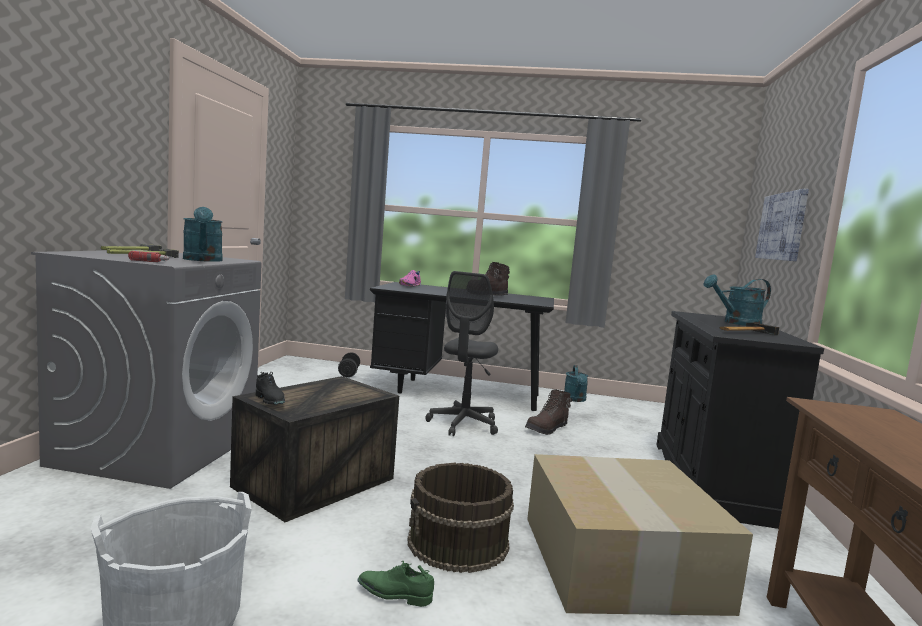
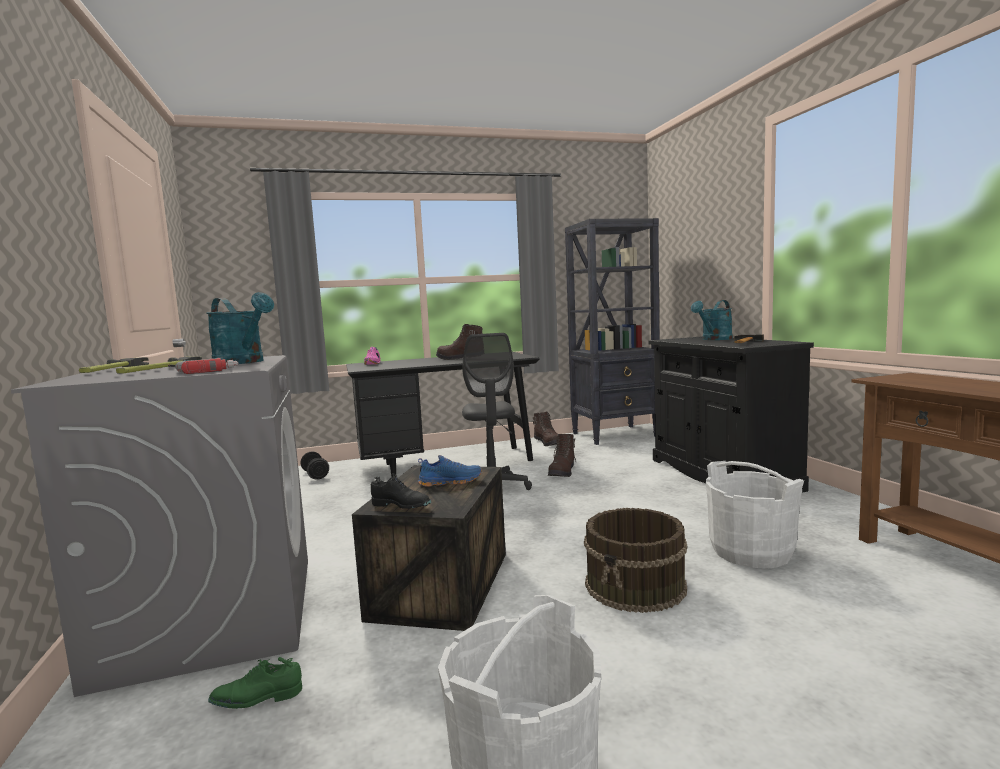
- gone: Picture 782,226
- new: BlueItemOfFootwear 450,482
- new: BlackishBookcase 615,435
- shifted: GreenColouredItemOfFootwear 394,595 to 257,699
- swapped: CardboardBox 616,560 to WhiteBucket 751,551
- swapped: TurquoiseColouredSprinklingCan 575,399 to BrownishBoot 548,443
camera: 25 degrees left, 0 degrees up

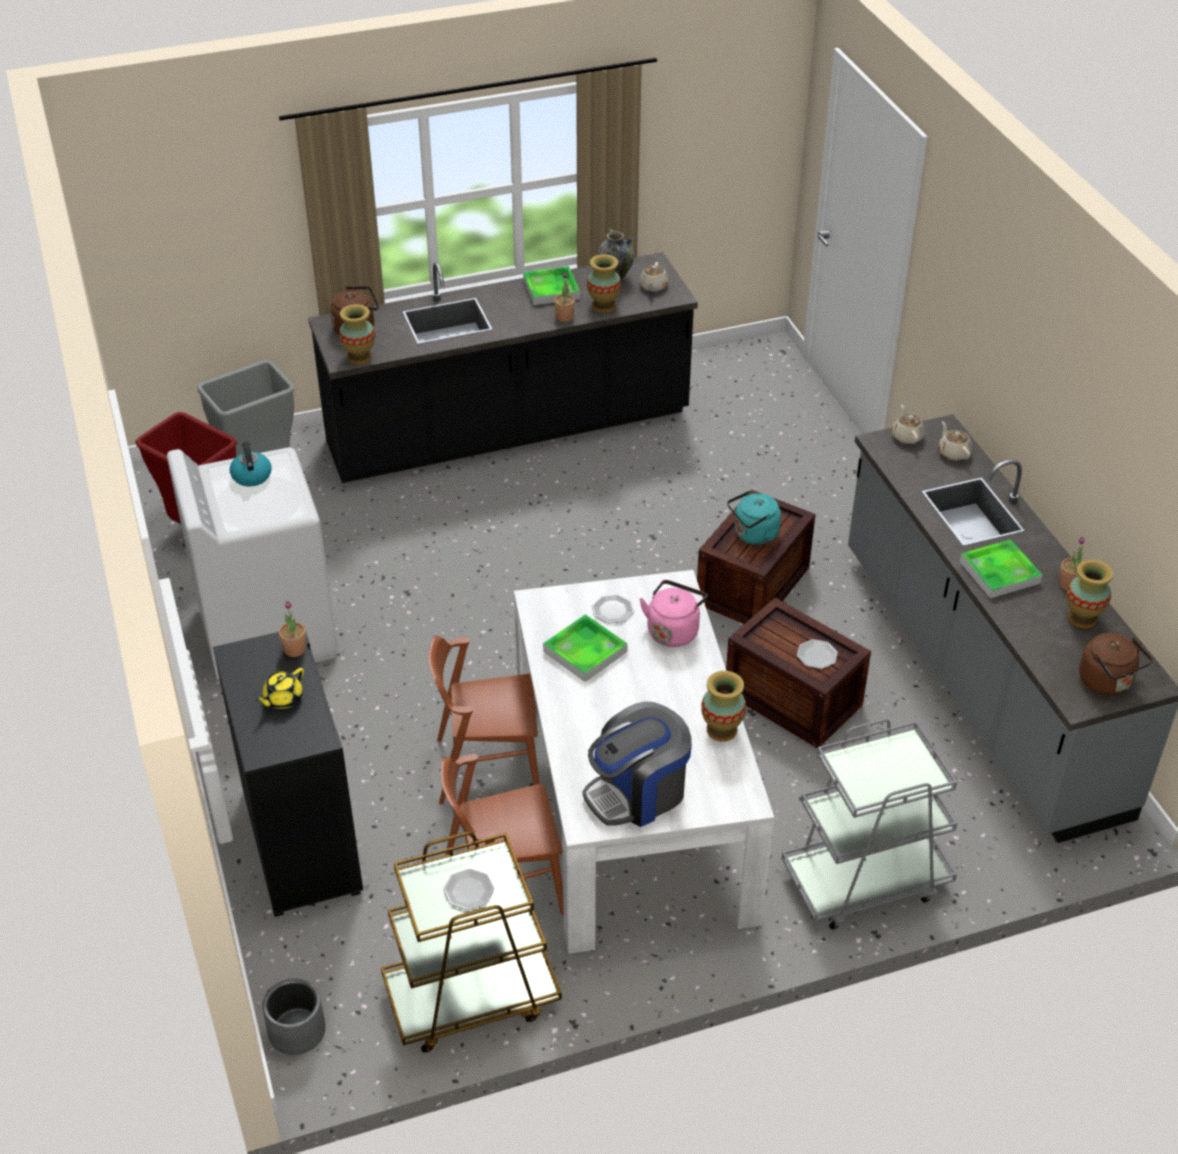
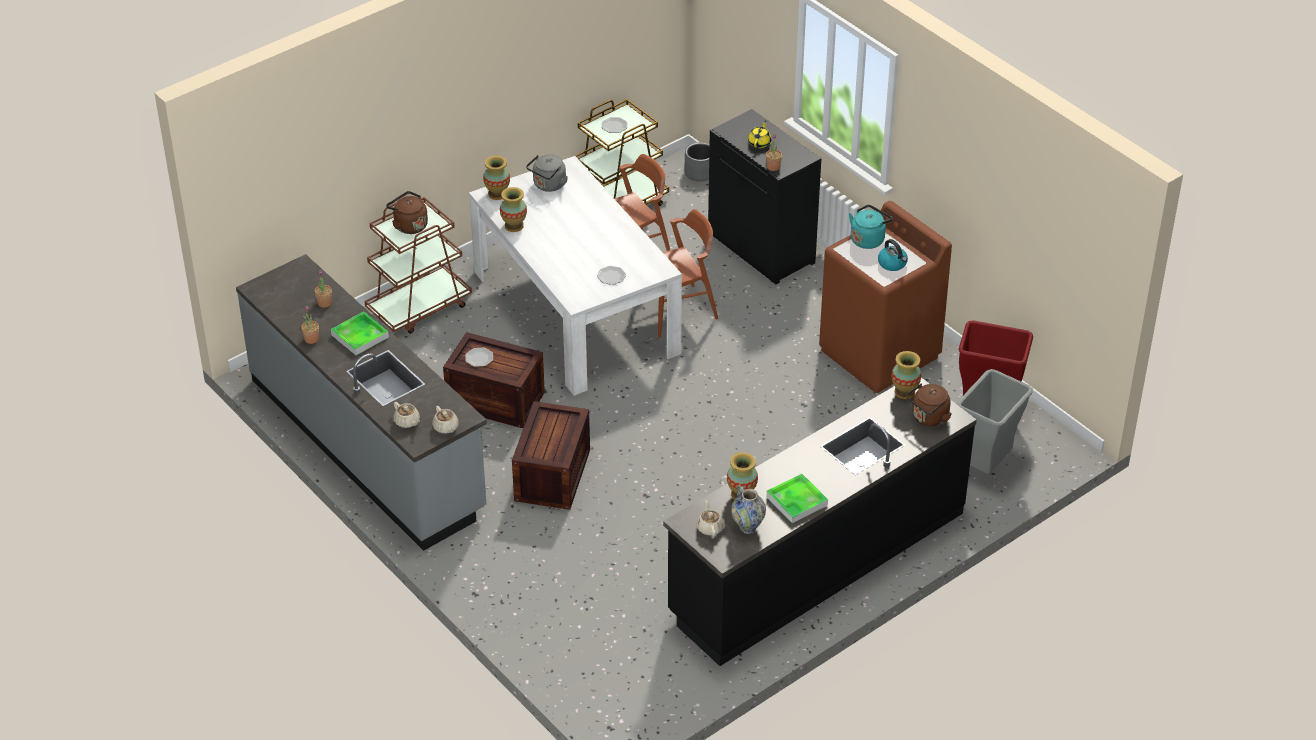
- gone: ServingTray 585,651
- gone: PinkishKettle 673,630
- shifted: PottedPlant 564,317 to 324,303
- shifted: TurquoiseColouredKettle 753,535 to 868,239
- shifted: FlowerVase 1082,618 to 497,194
- shifted: BrownishKettle 1108,683 to 409,225
- swapped: CoffeeBrewer 637,793 to GreyishKettle 548,185
- repainted: WhiteLaundryAppliance 266,632 to BrownishLaundryAppliance 879,354
- repainted: GreyishWheeledCart 865,880 to BrownishWheeledCart 419,307
camera: 160 degrees right, 0 degrees up

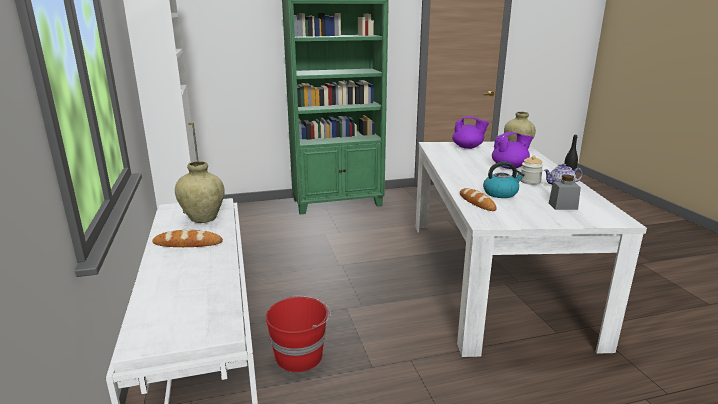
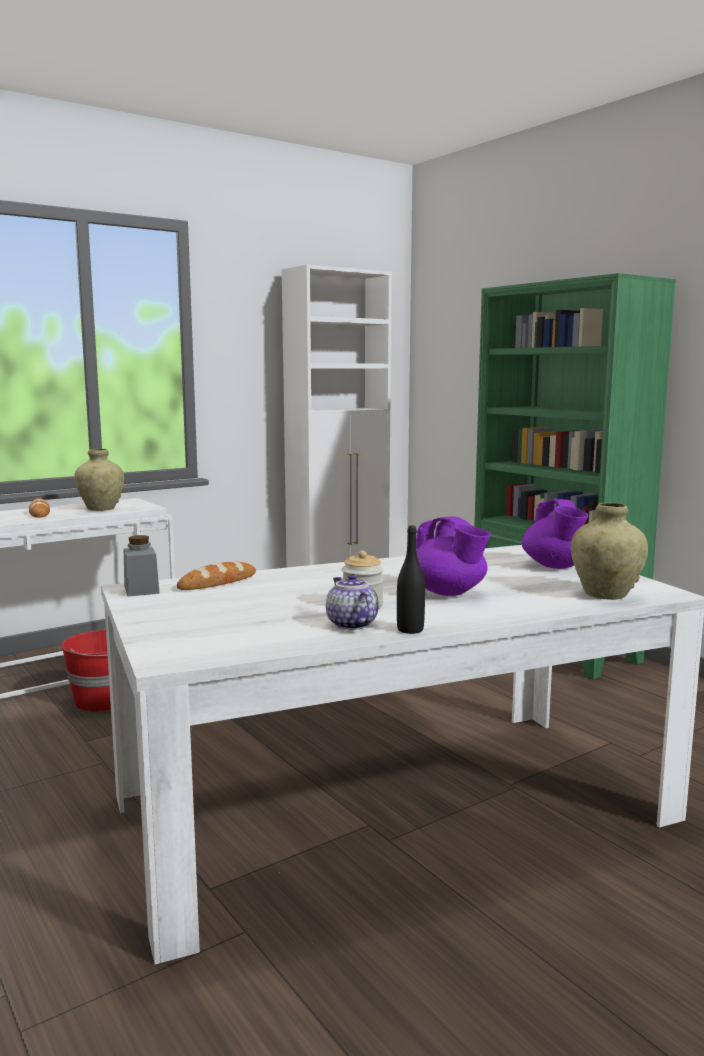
- gone: Kettle 501,193
- shifted: GreyishJar 563,206 to 141,590
camera: 70 degrees right, 10 degrees down

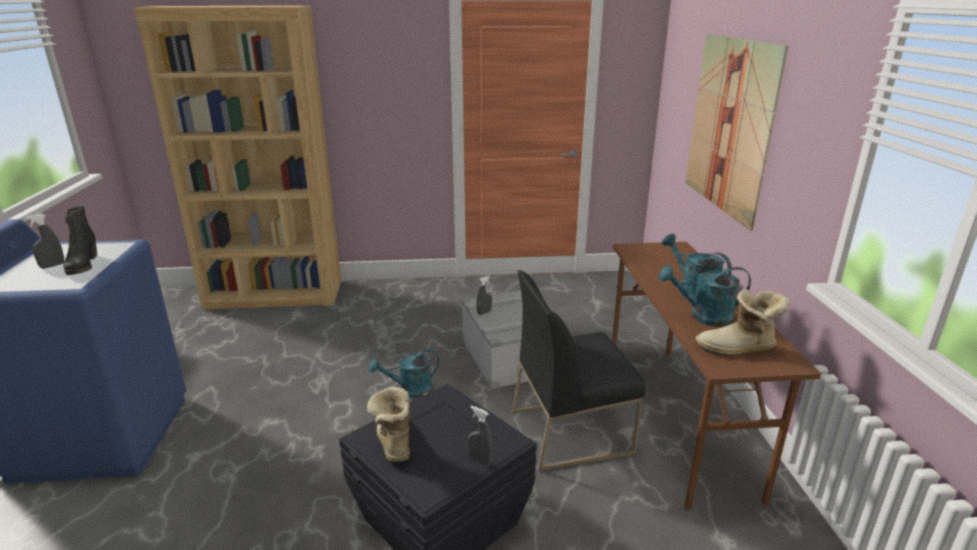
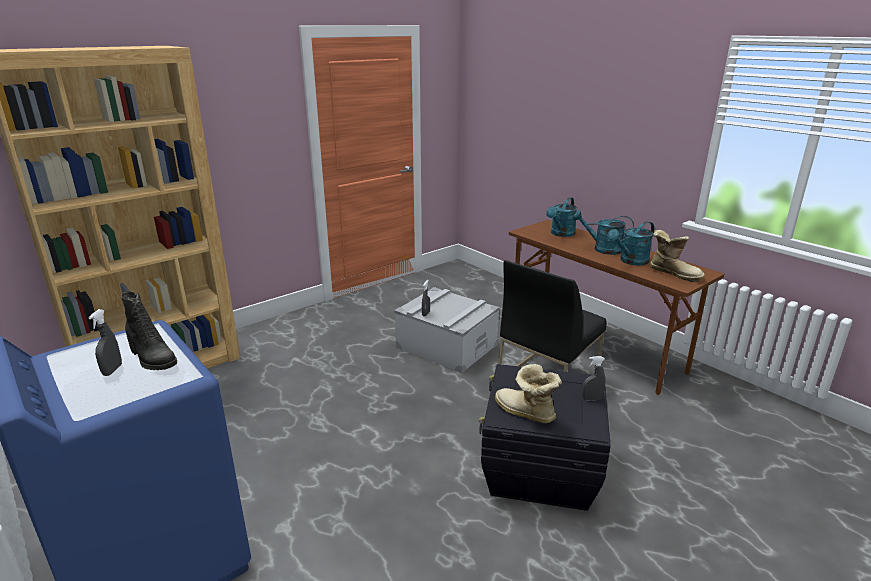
- gone: Picture 728,126
- shifted: TurquoiseColouredSprinklingCan 410,390 to 561,234
- rotated: Boot 738,349 = 674,273 105 degrees counterclockwise
camera: 35 degrees left, 0 degrees up

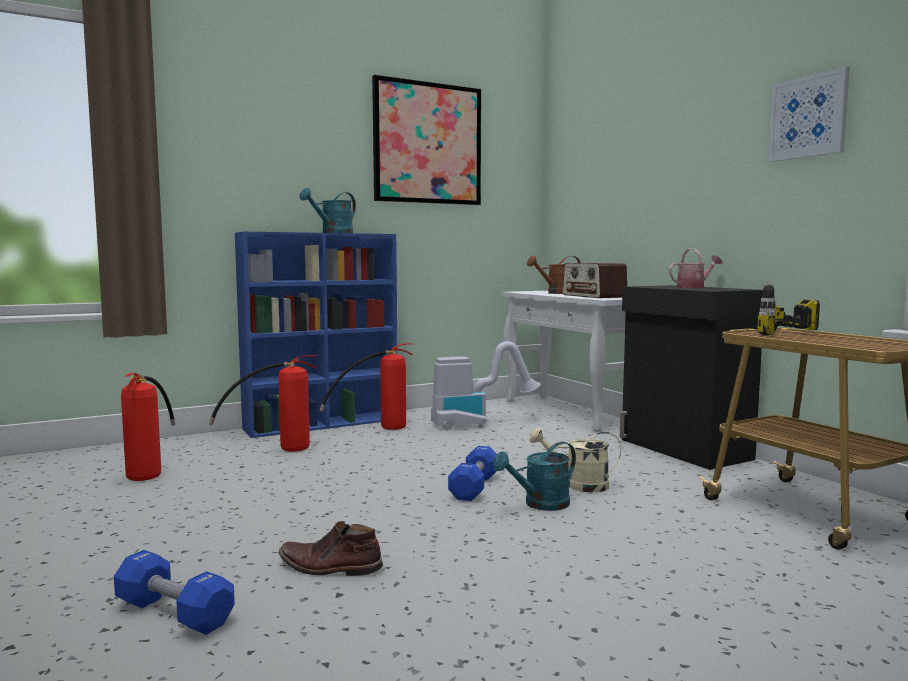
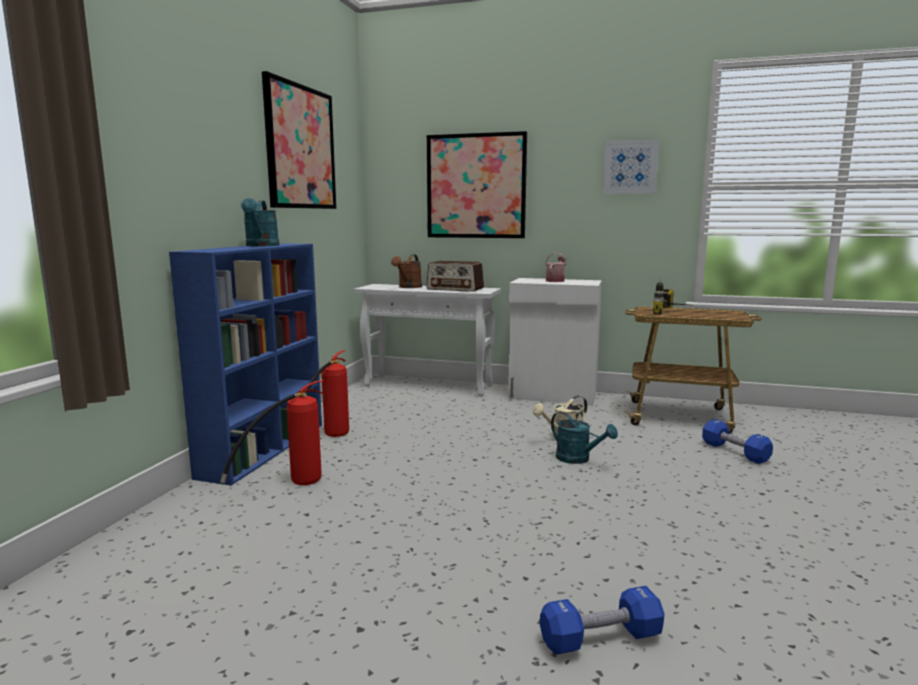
- gone: Extinguisher 151,470
- gone: BrownishBoot 329,567
- gone: VacuumCleaner 477,423
- new: Picture 476,186
- shifted: BlueDumbbell 474,487 to 734,452
- repainted: BlackishCabinet 684,449 to WhiteCabinet 553,396
- rotated: TurquoiseColouredSprinklingCan 540,504 = 578,459 60 degrees counterclockwise
camera: 45 degrees left, 5 degrees up

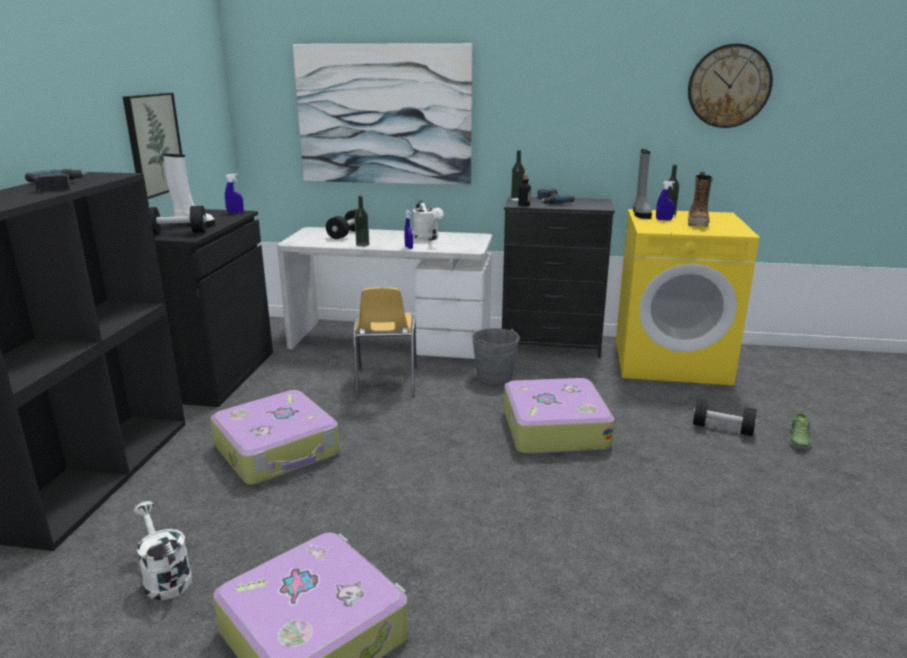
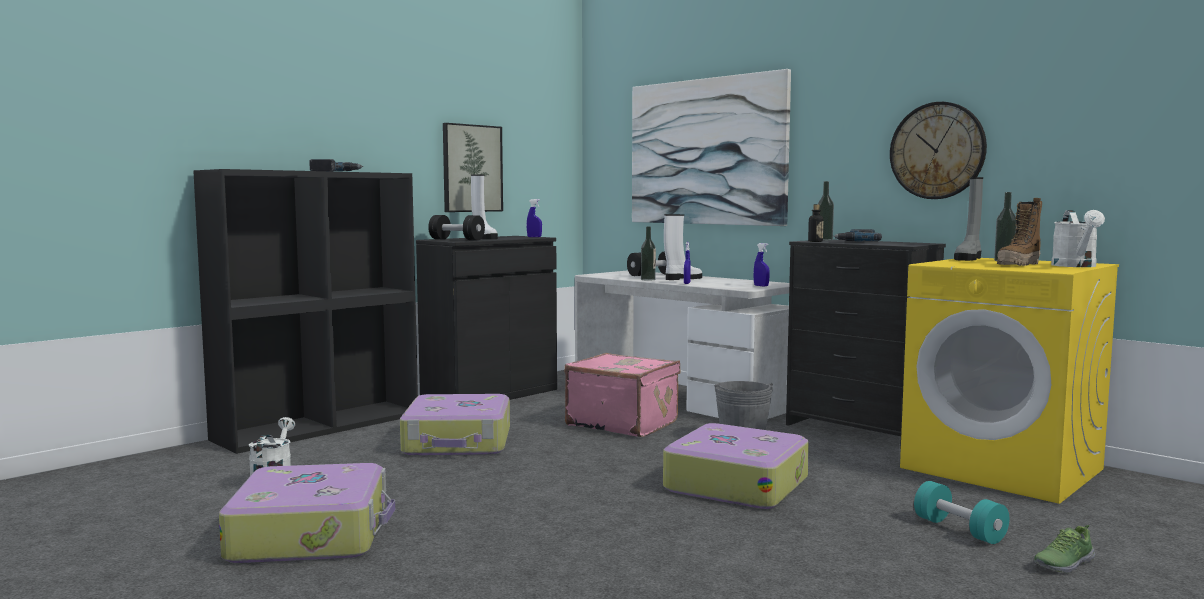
- new: WhiteBoot 682,278
- shifted: WhiteSprinklingCan 428,238 to 1076,266
- shifted: BlueSprayer 663,219 to 761,286
- shifted: WallClock 729,86 to 937,150
- swapped: YellowColouredPlainChair 386,383 to PinkishPieceOfLuggage 622,423
- repainted: BlackishDumbbell 722,428 to TurquoiseColouredDumbbell 959,530
camera: 35 degrees right, 15 degrees down

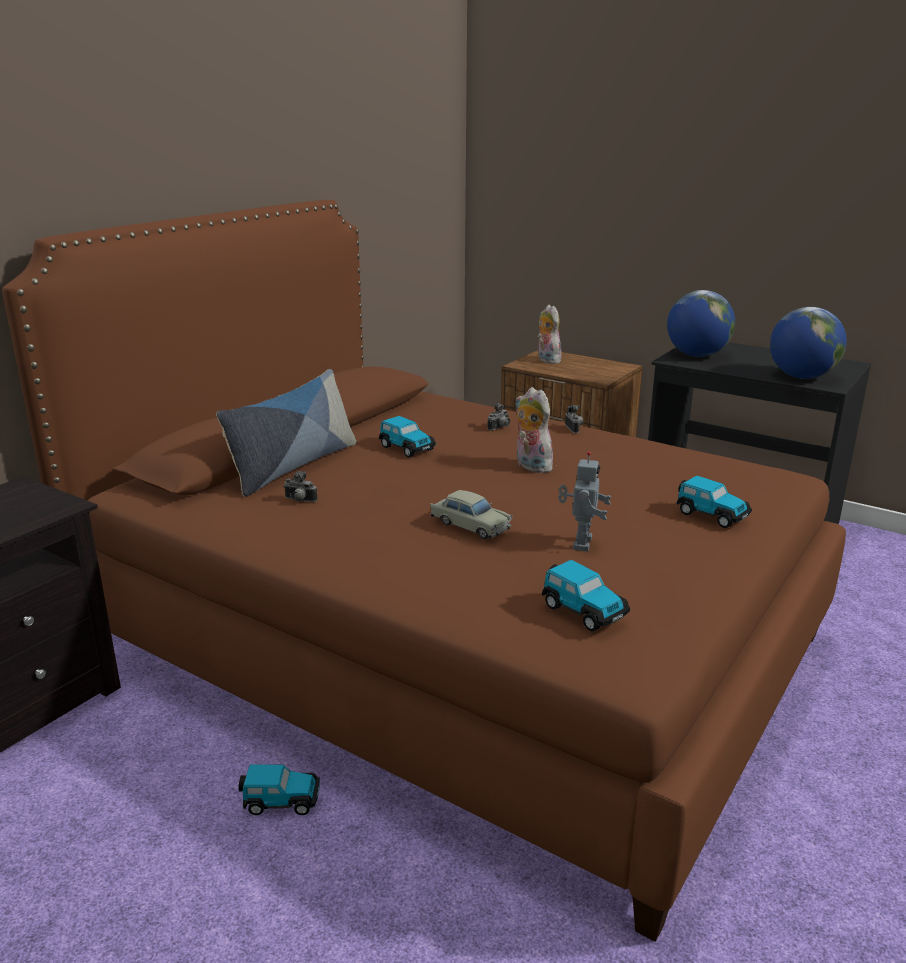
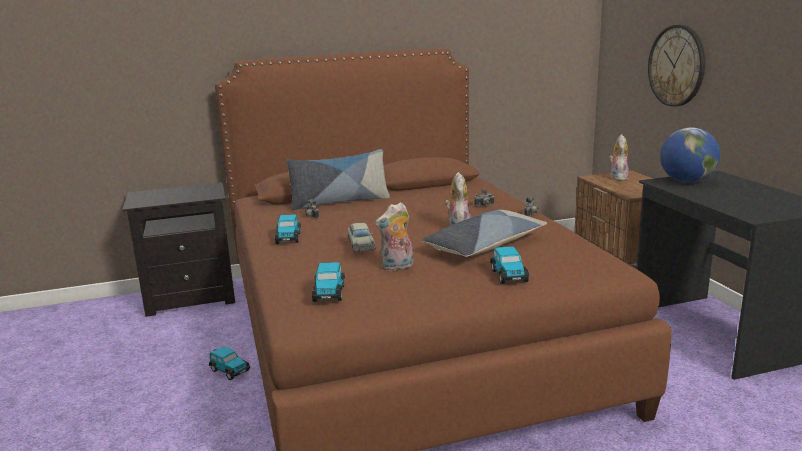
- gone: Globe 801,377
- new: Pillow 484,245
- new: WallClock 676,66
- shifted: MiniatureCar 406,448 to 288,238
- swapped: ToyRobot 580,543 to PlushToy 397,267
camera: 40 degrees right, 5 degrees down

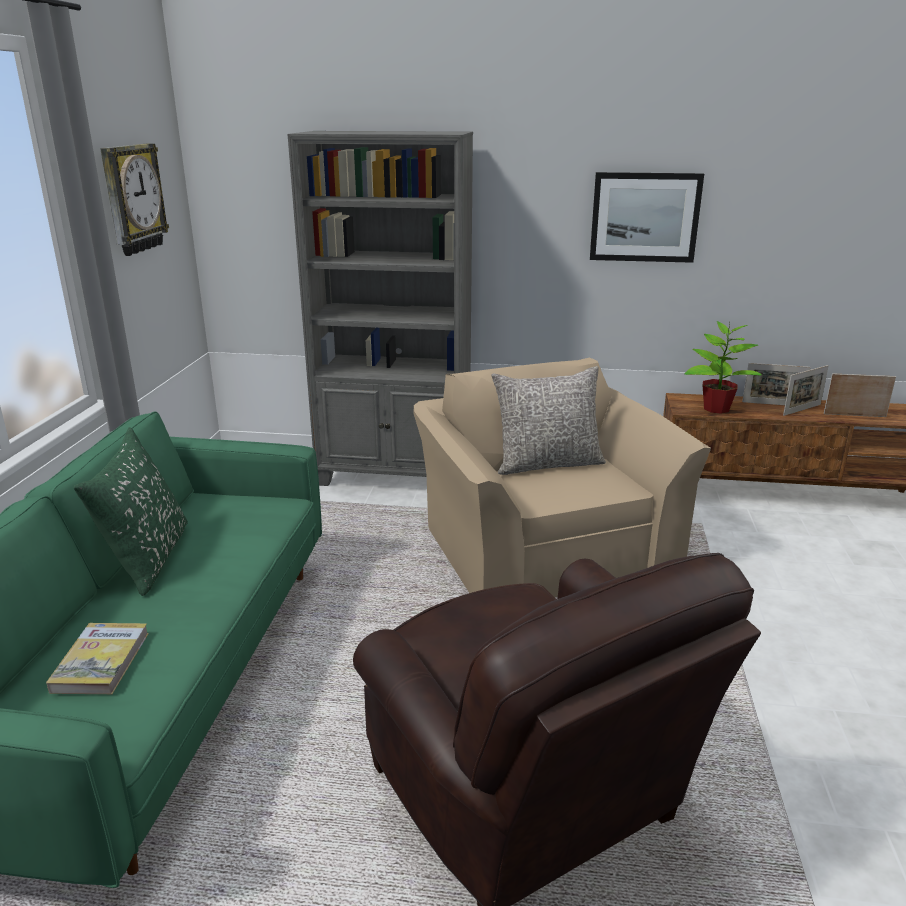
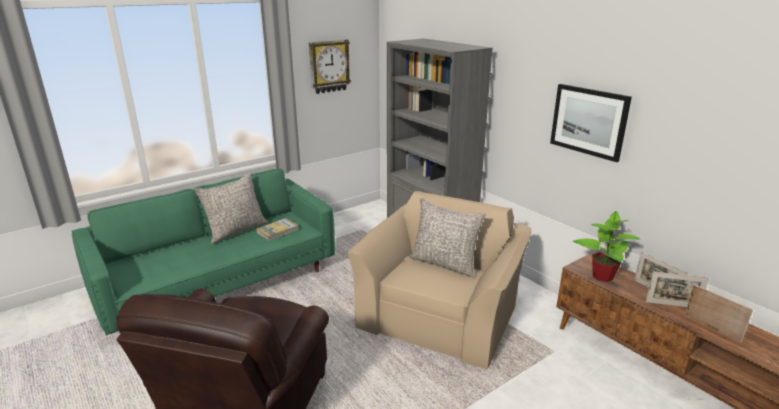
- shifted: Volume 101,661 to 277,231
- repainted: GreenColouredPillow 147,558 to GreyishPillow 236,231
camera: 45 degrees right, 0 degrees up

